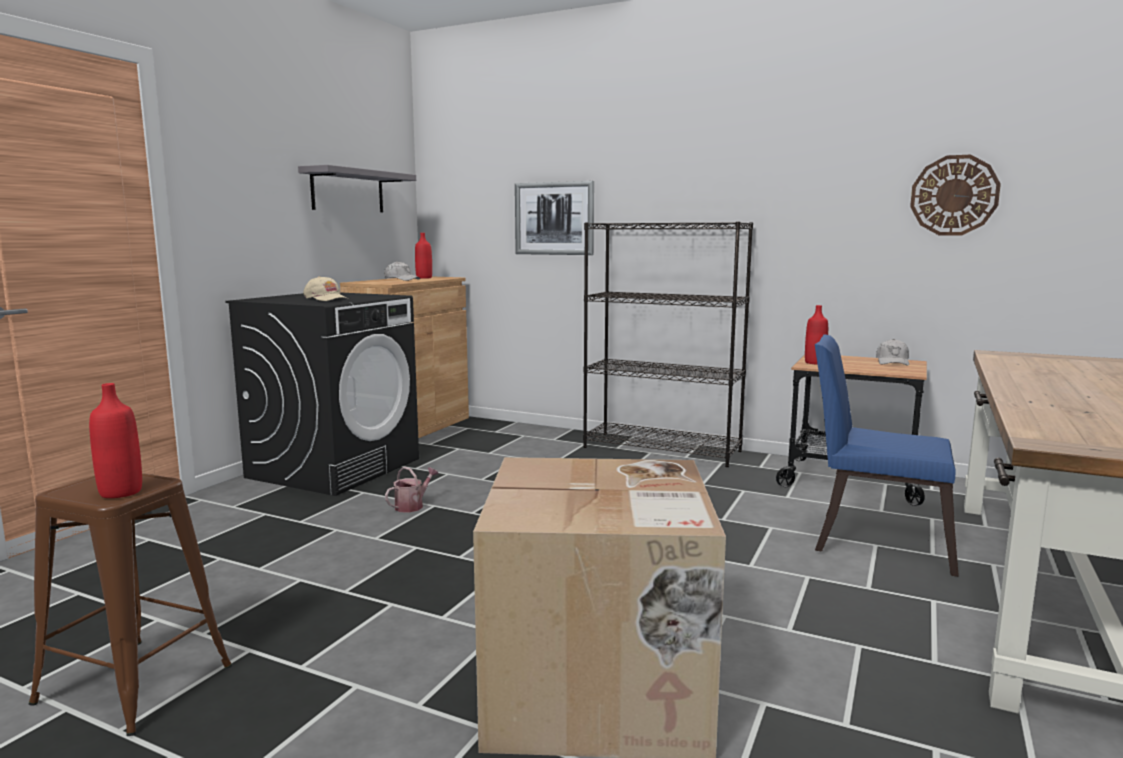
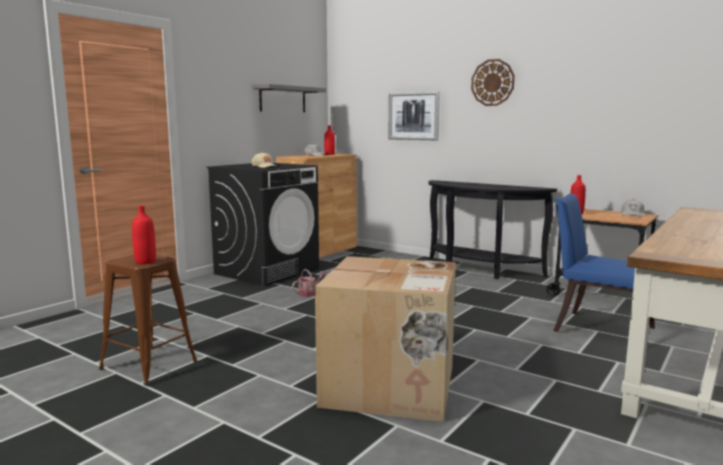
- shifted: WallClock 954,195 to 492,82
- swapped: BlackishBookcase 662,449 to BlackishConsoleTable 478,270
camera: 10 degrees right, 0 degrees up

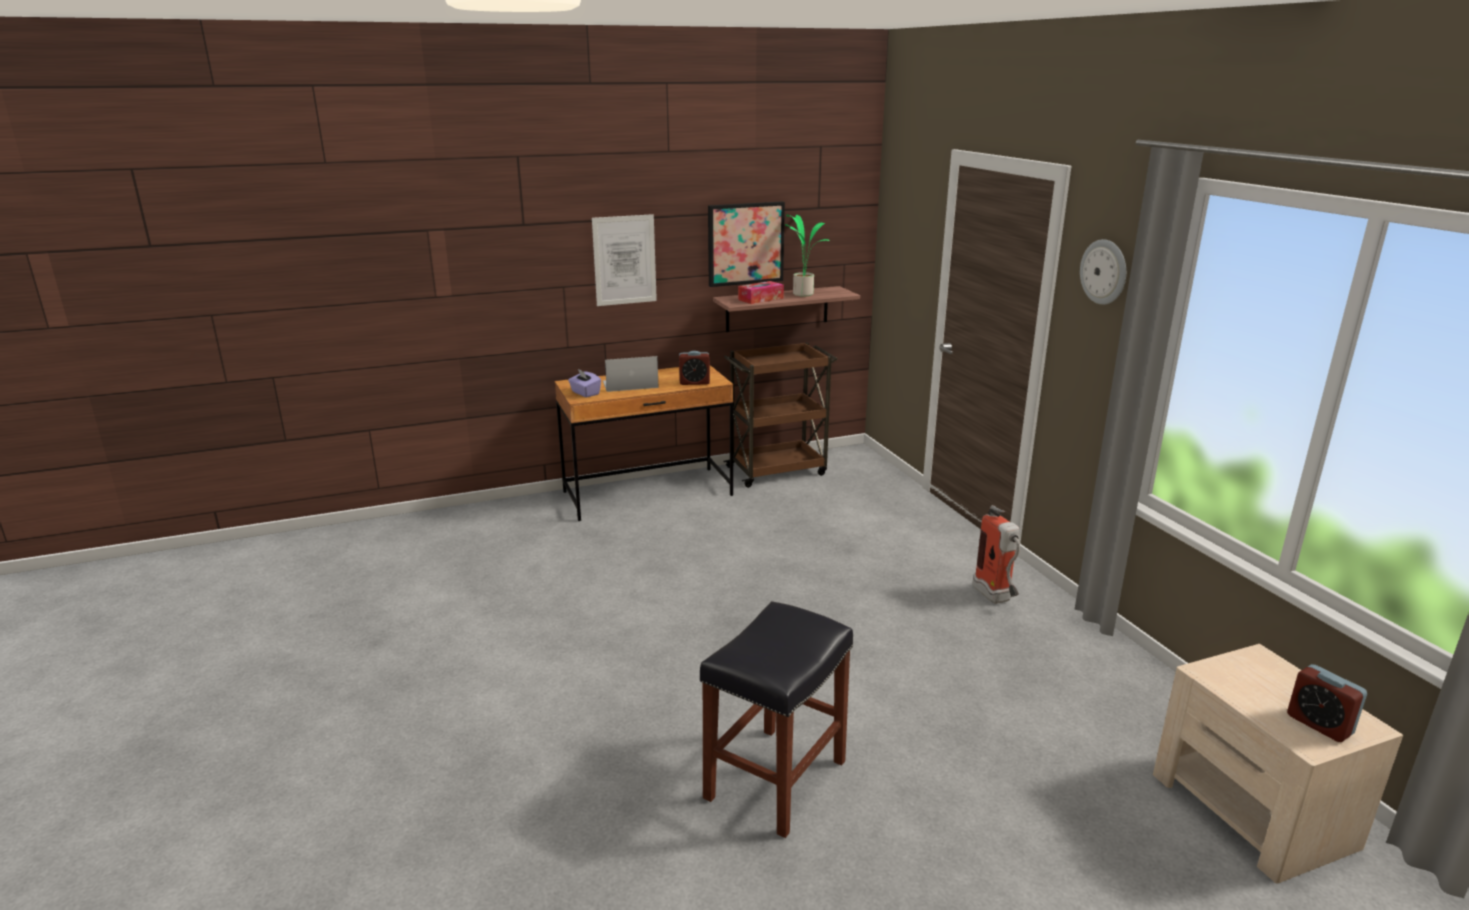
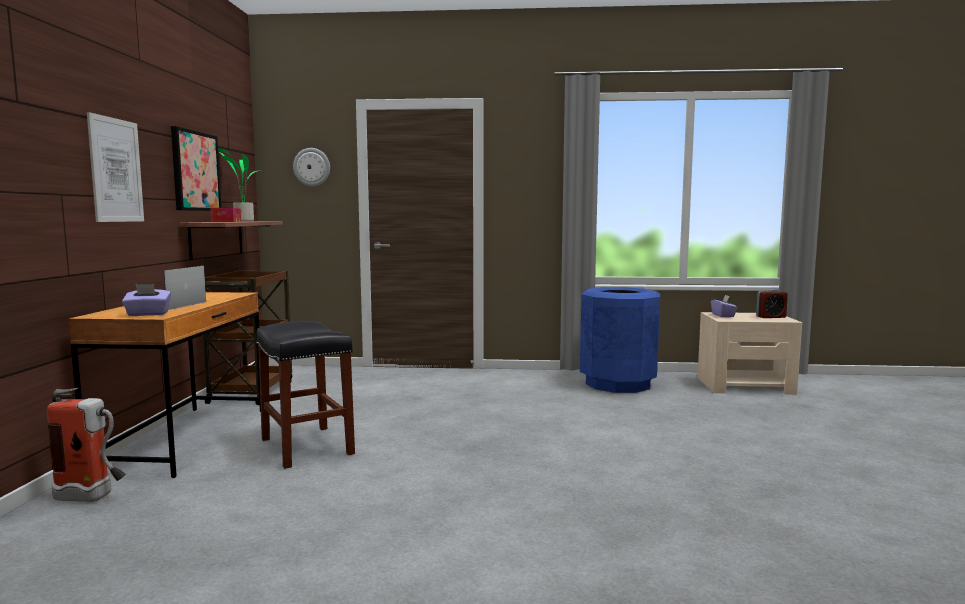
- gone: AlarmClock 694,382
- new: BlueTrashCan 617,384
- new: PurpleTissueBox 723,315
- shifted: BlackishStool 775,781 to 308,447
- shifted: Extinguisher 996,598 to 92,498
- shifted: WallClock 1104,272 to 312,167
camera: 65 degrees left, 15 degrees down

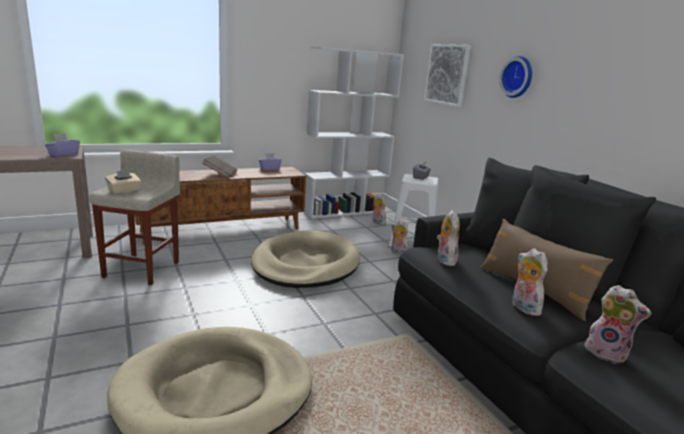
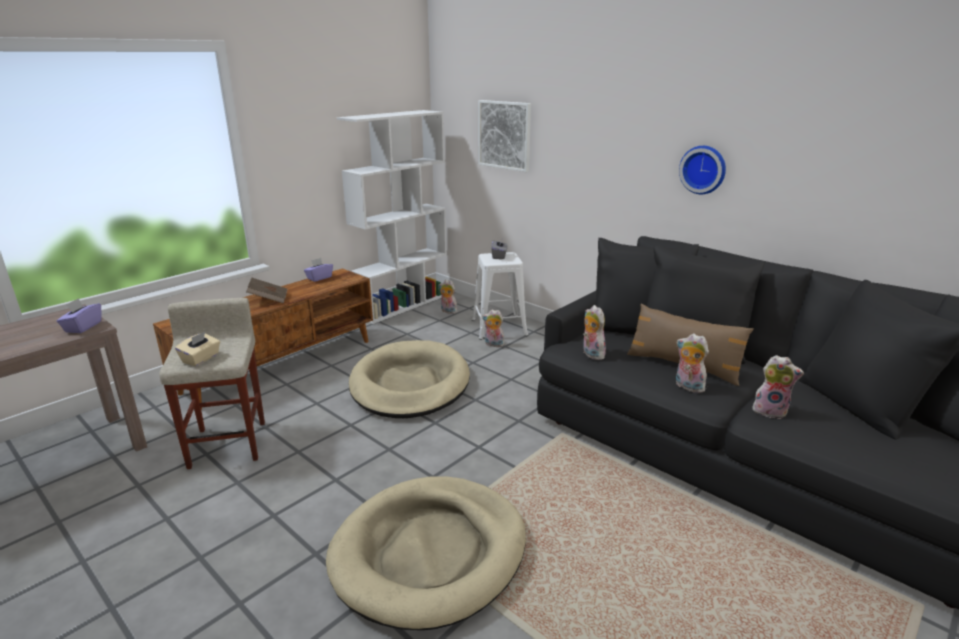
- shifted: WallClock 518,77 to 703,169
camera: 20 degrees left, 5 degrees up

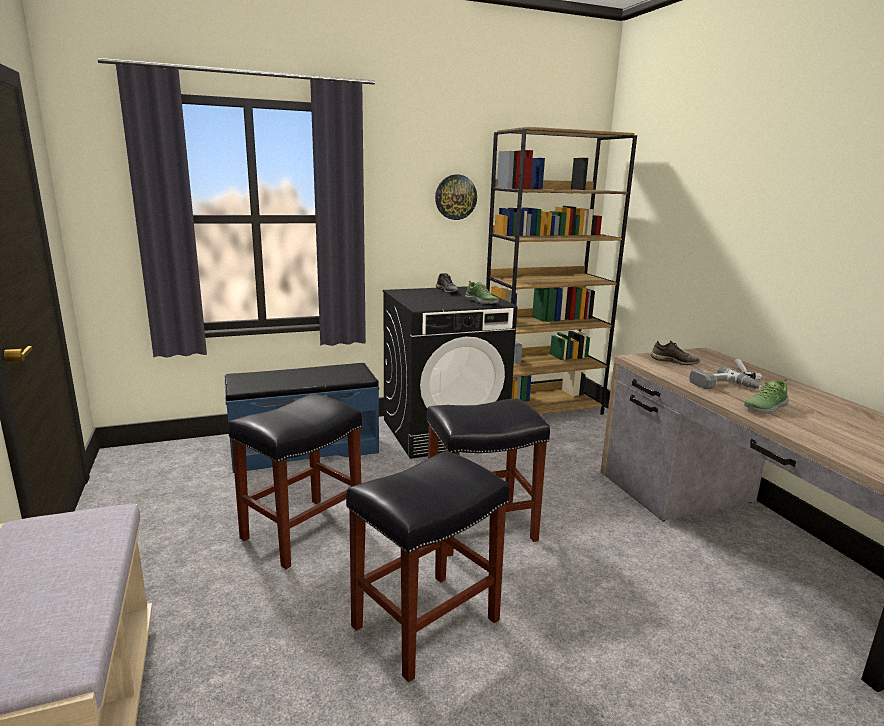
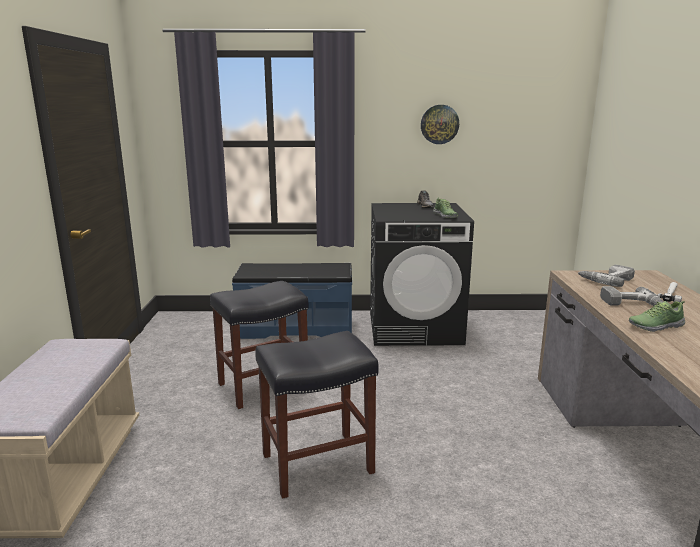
- gone: BlackishStool 479,528
- gone: BrownishBookcase 541,409
- swapped: GreyishItemOfFootwear 674,361 to PowerDrill 606,280
camera: 20 degrees right, 0 degrees up

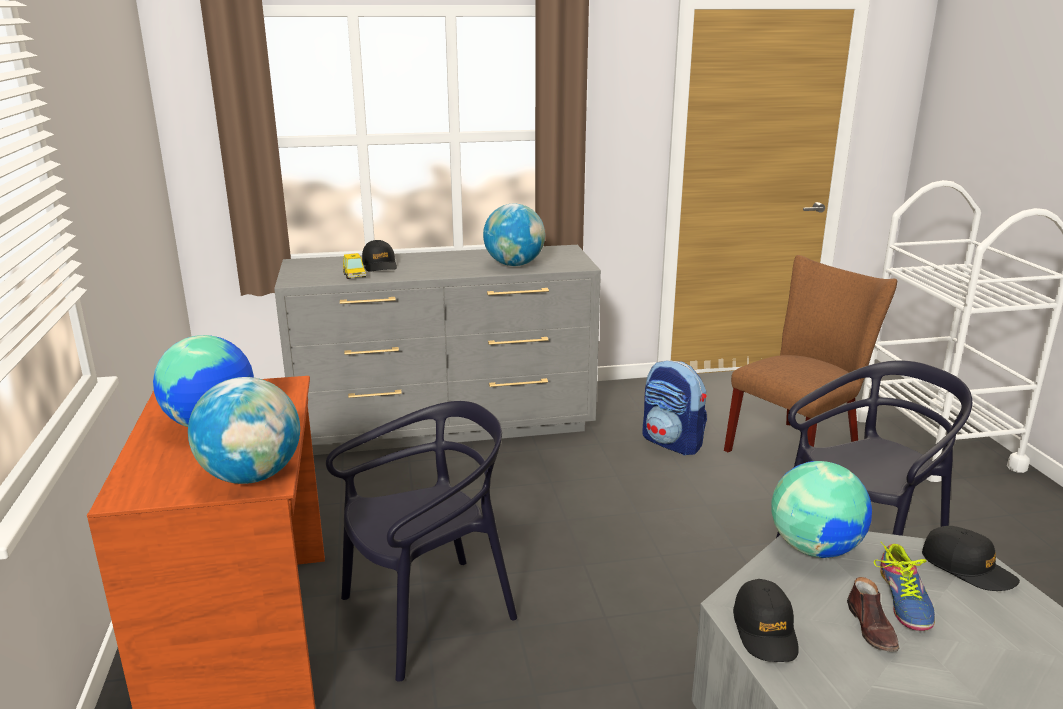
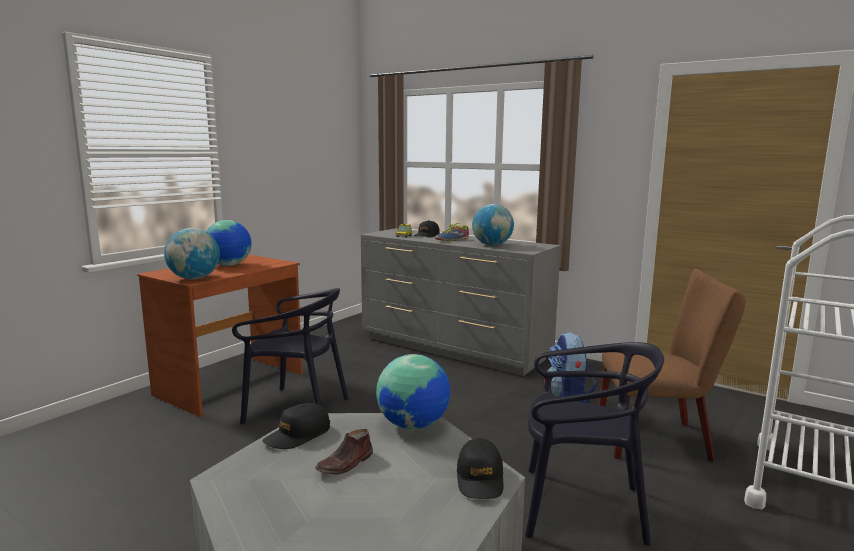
- shifted: ItemOfFootwear 904,600 to 452,240
camera: 45 degrees right, 10 degrees down

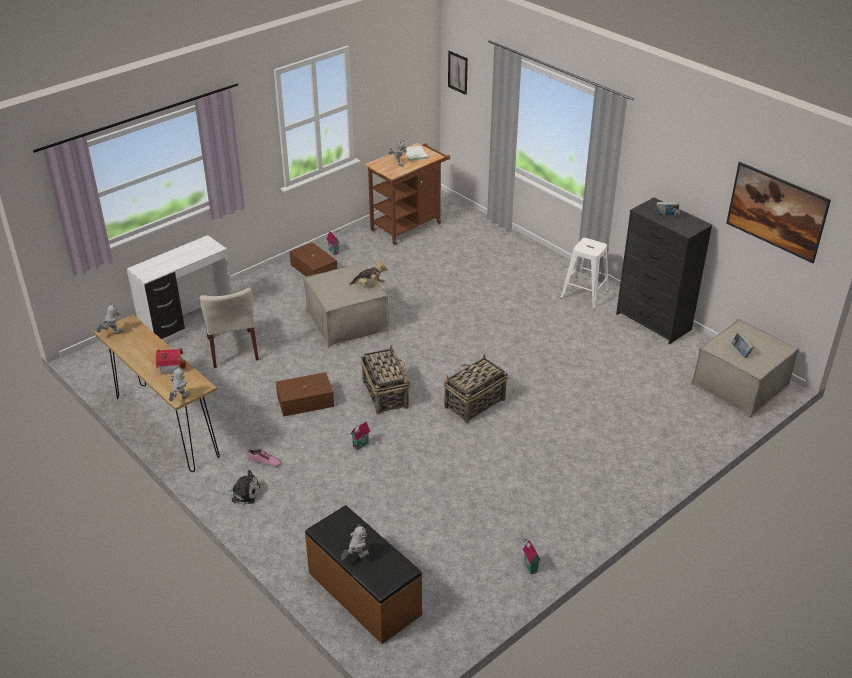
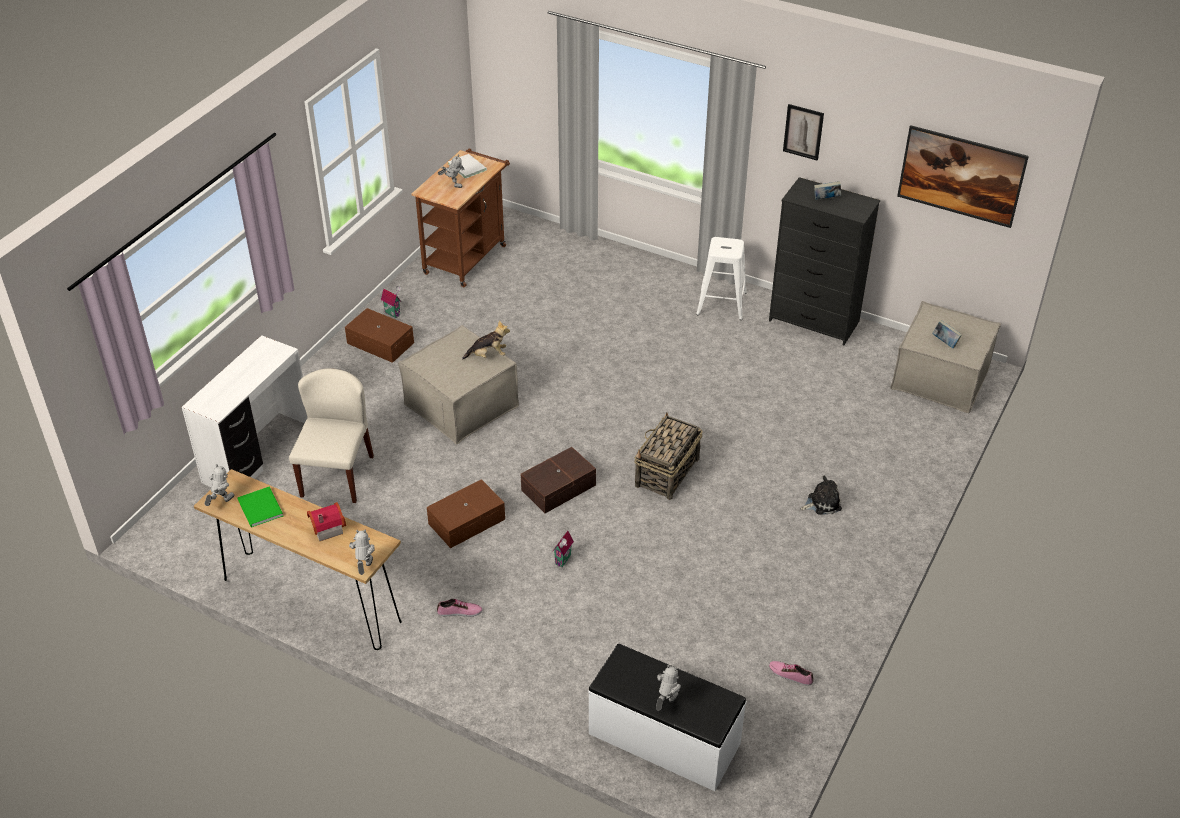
- gone: ToyHouse 529,567
- new: GreenColouredVolume 259,509
- new: ItemOfFootwear 790,674
- shifted: PlushToy 243,493 to 822,503
- shifted: Picture 458,72 to 803,132
- swapped: Basket 385,394 to BrownishStorageBin 557,487
- repainted: BrownishBench 363,594 to WhiteBench 663,739
- rotated: BeigePlainChair 232,349 = 337,475 135 degrees counterclockwise
camera: 20 degrees left, 5 degrees up

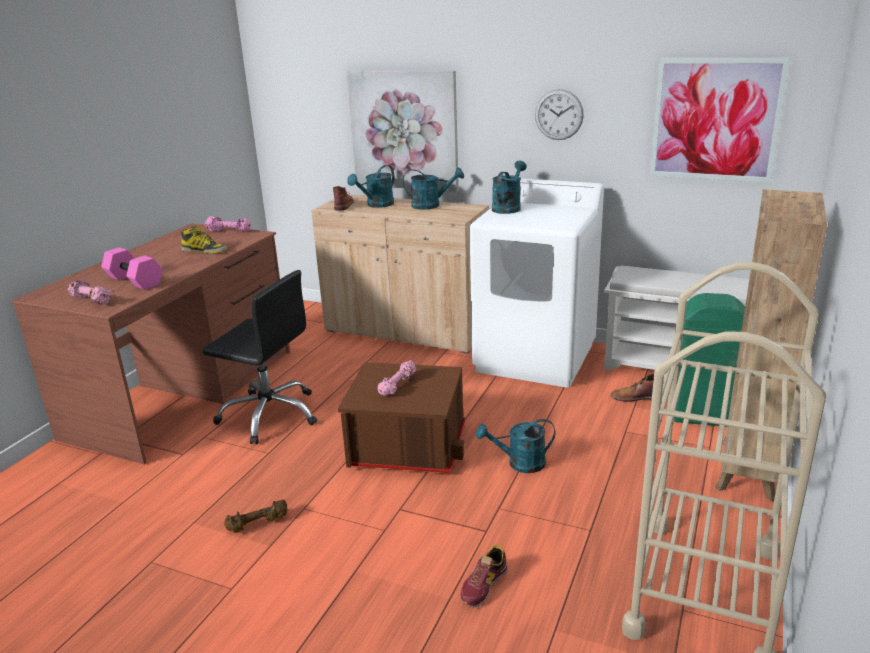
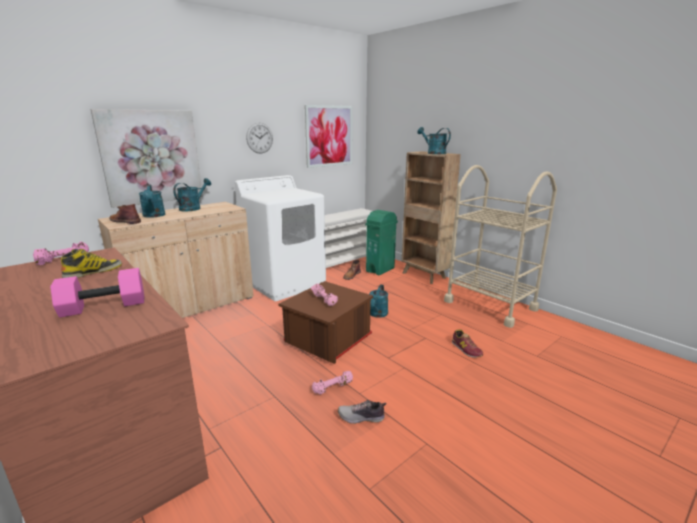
- gone: BlackishDeskChair 270,414
- shifted: PinkishDumbbell 91,300 to 333,388
- shifted: TurquoiseColouredSprinklingCan 508,207 to 433,153
- swapped: BrownishDumbbell 258,524 to ItemOfFootwear 361,417
camera: 65 degrees left, 5 degrees down

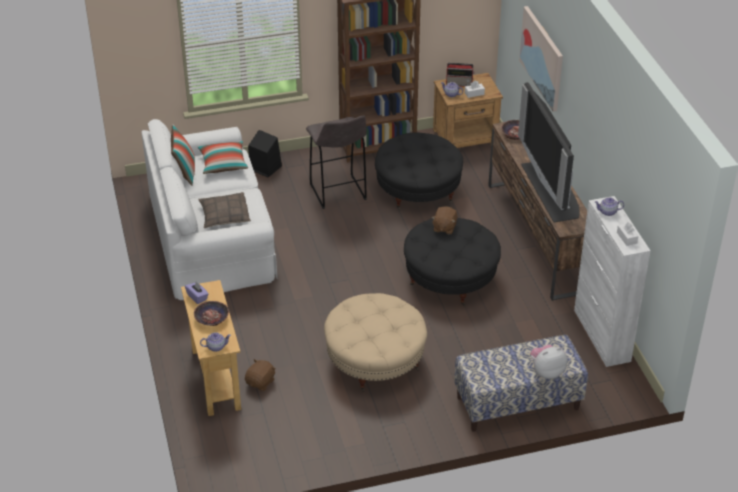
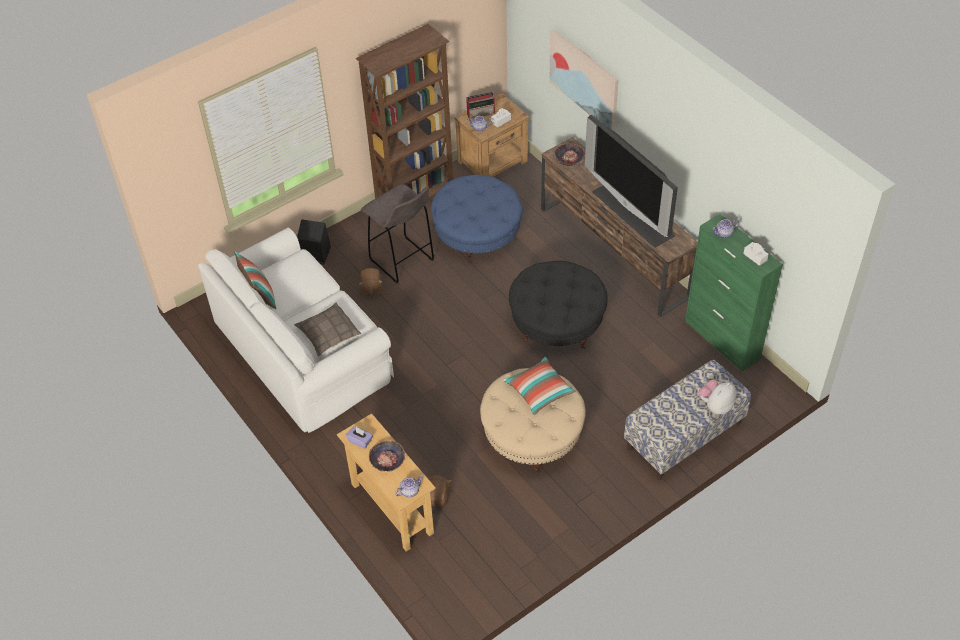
- shifted: Pillow 223,164 to 539,391
- shifted: BrownishPlushToy 444,227 to 371,288
- repainted: BlackishOttoman 418,189 to BlueOttoman 477,233
- repainted: WhiteCabinet 602,336 to GreenColouredCabinet 722,340
camera: 20 degrees left, 10 degrees up

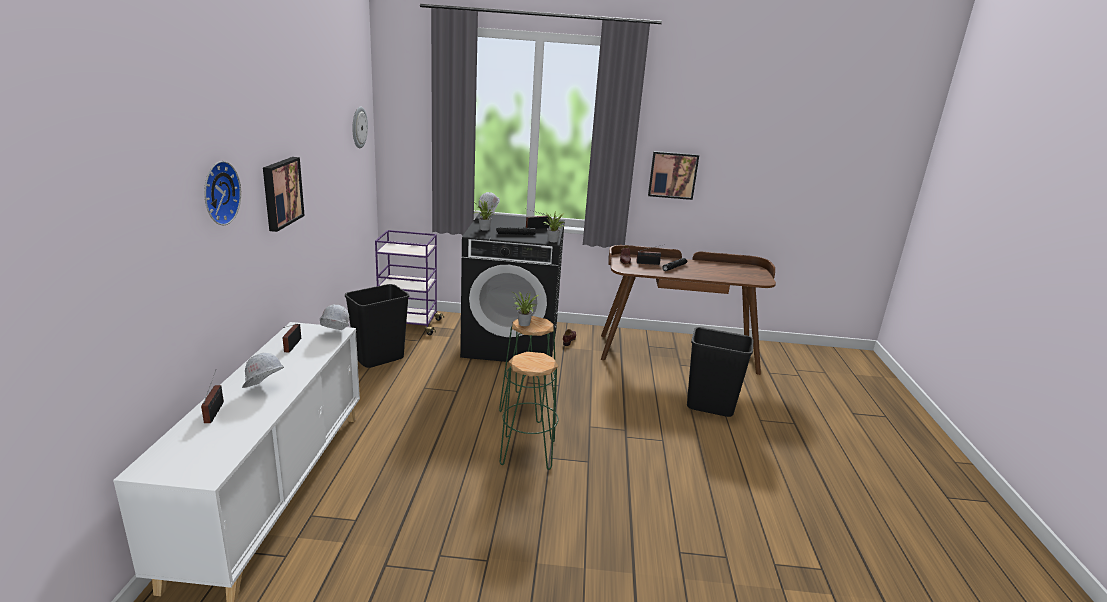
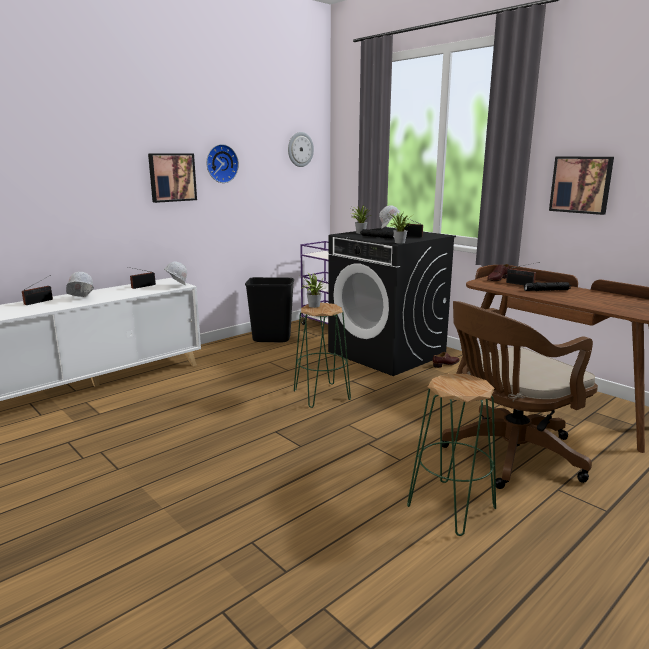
- shifted: WallClock 218,192 to 221,163
- shifted: GreenColouredStool 528,452 to 452,507
- swapped: BlackishTrashCan 709,407 to BrownishDeskChair 507,455
camera: 45 degrees right, 5 degrees down

